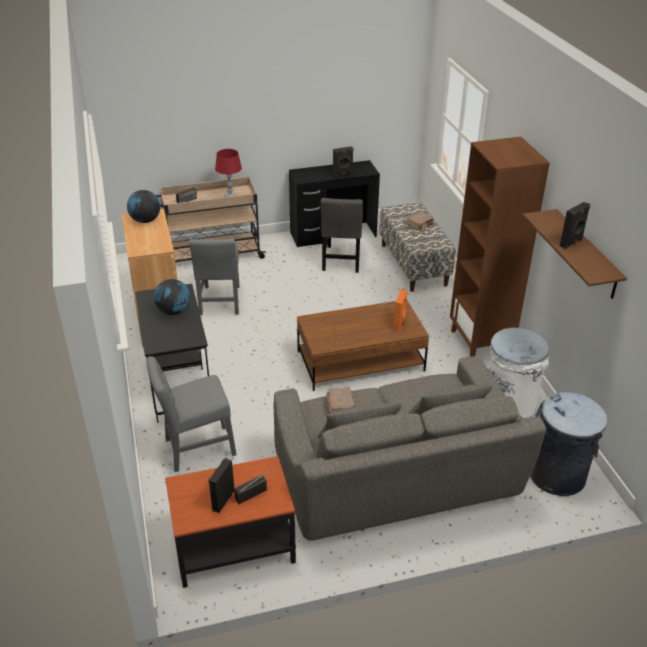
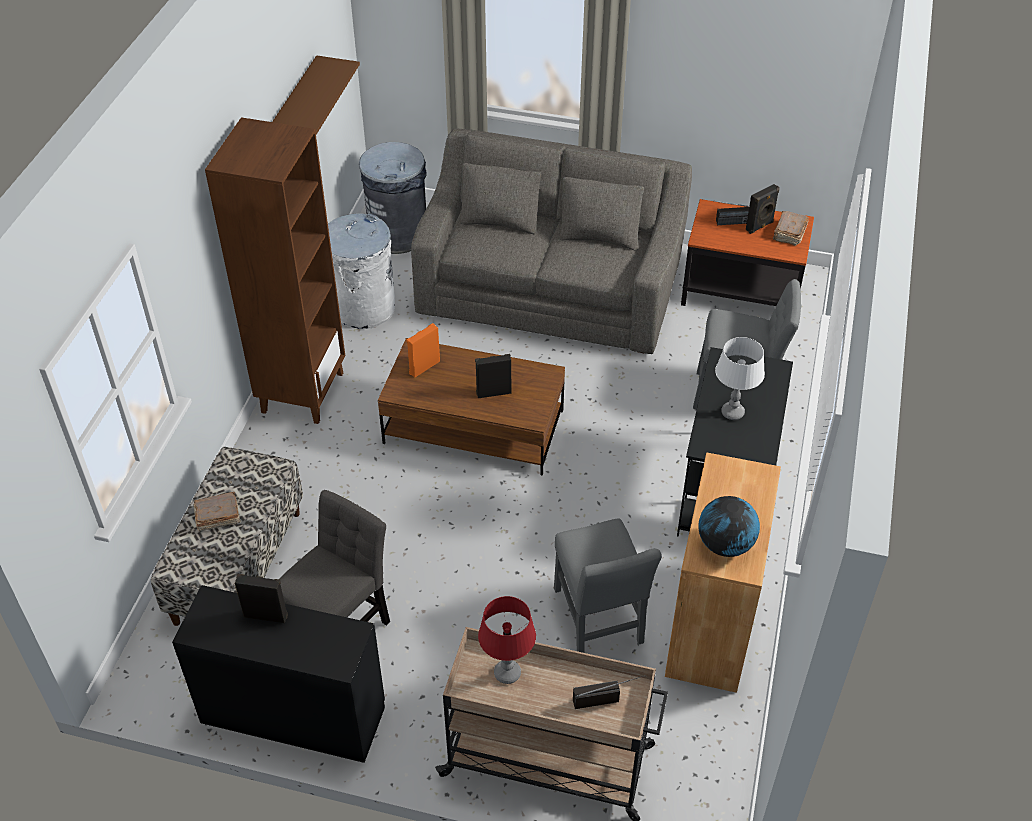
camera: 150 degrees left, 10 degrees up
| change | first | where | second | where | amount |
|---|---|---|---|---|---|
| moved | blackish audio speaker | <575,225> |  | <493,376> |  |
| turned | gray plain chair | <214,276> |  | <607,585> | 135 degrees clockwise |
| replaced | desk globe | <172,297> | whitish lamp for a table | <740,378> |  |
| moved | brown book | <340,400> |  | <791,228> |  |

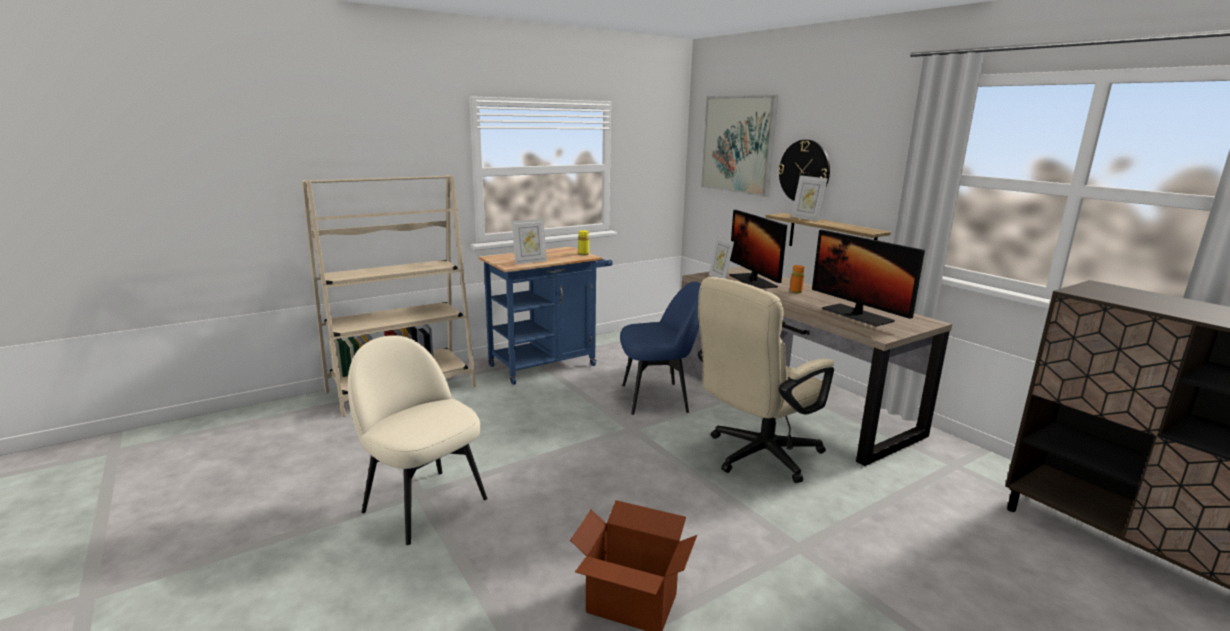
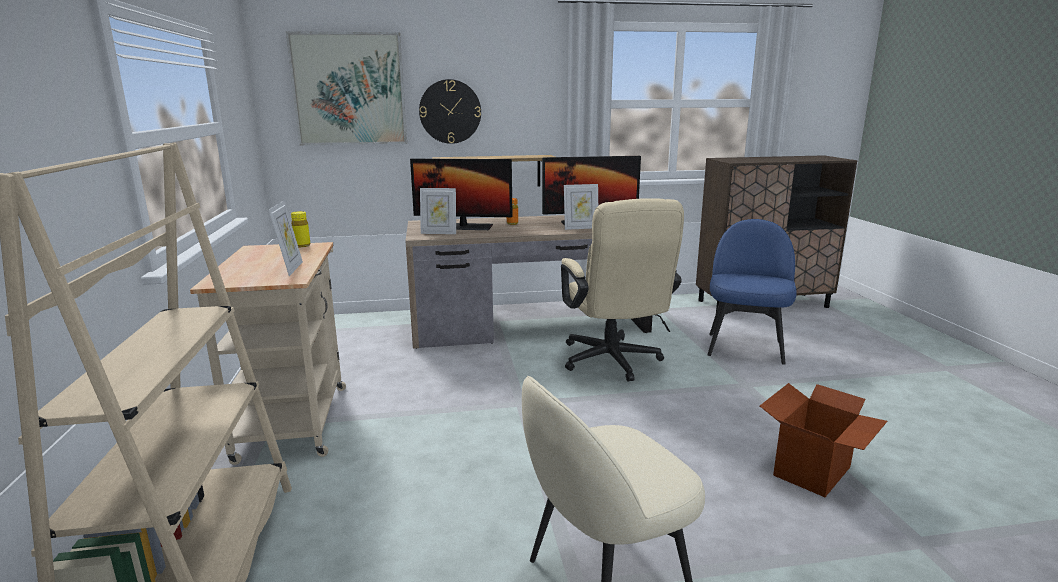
camera: 65 degrees left, 0 degrees up
| change | first | where | second | where | amount |
|---|---|---|---|---|---|
| recoloured | blue cart | <545,315> | sand-coloured cart | <268,353> |  |
| moved | standing frame | <809,198> |  | <581,207> |  |
| moved | blue plain chair | <660,348> |  | <752,292> |  |

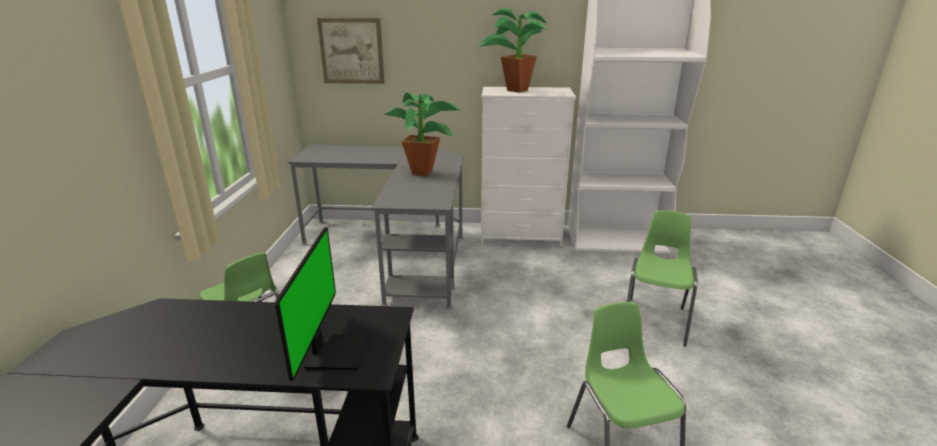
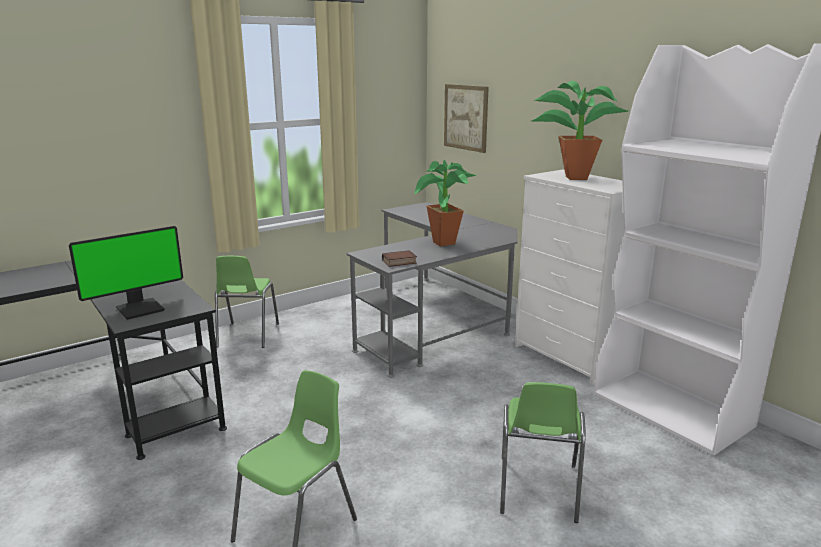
camera: 50 degrees right, 5 degrees down
| change | first | where | second | where | amount |
|---|---|---|---|---|---|
| added |  |  | book | <399,258> |  |
| turned | green plain chair | <662,278> |  | <543,452> | 120 degrees clockwise |

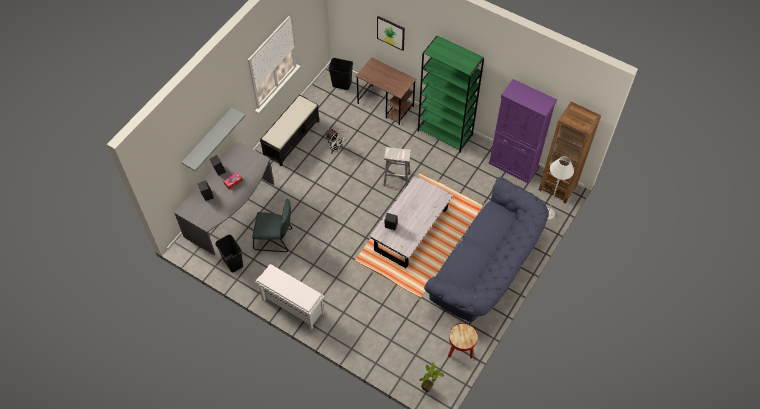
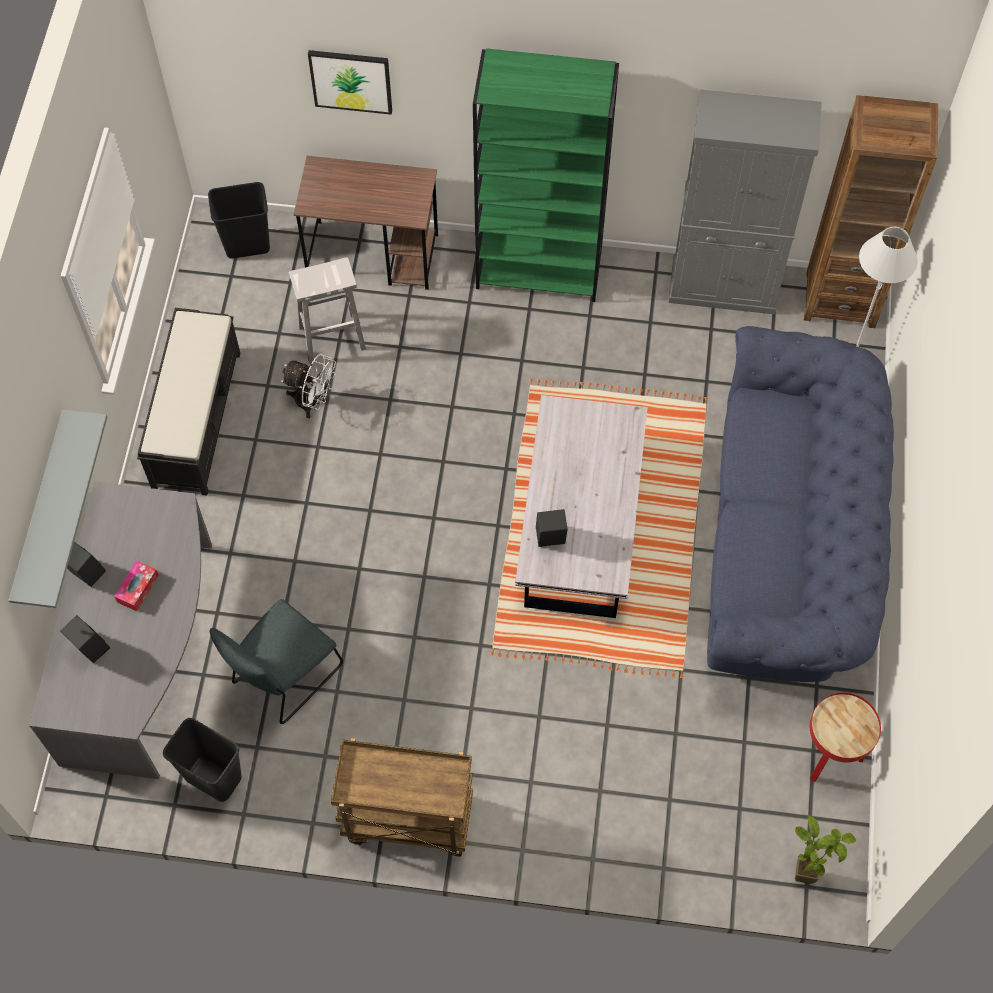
camera: 25 degrees left, 5 degrees up
| change | first | where | second | where | amount |
|---|---|---|---|---|---|
| turned | gray plain chair | <272,225> |  | <276,661> | 150 degrees clockwise |
| moved | whitish sitting stool | <397,167> |  | <327,310> |  |
| replaced | whitish bench | <290,297> | brown cart | <402,797> |  |
| recoloured | purple cabinet | <523,131> | gray cabinet | <745,201> |  |

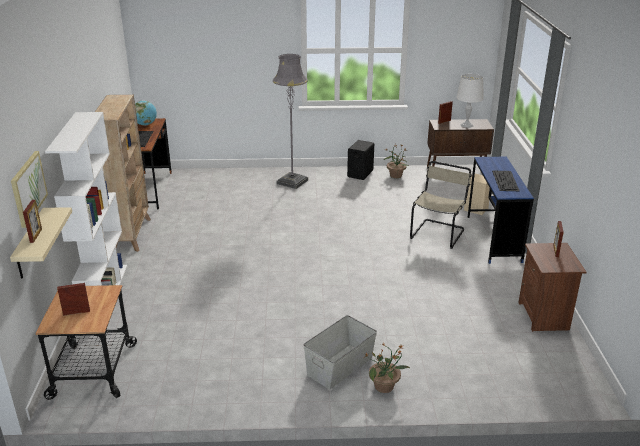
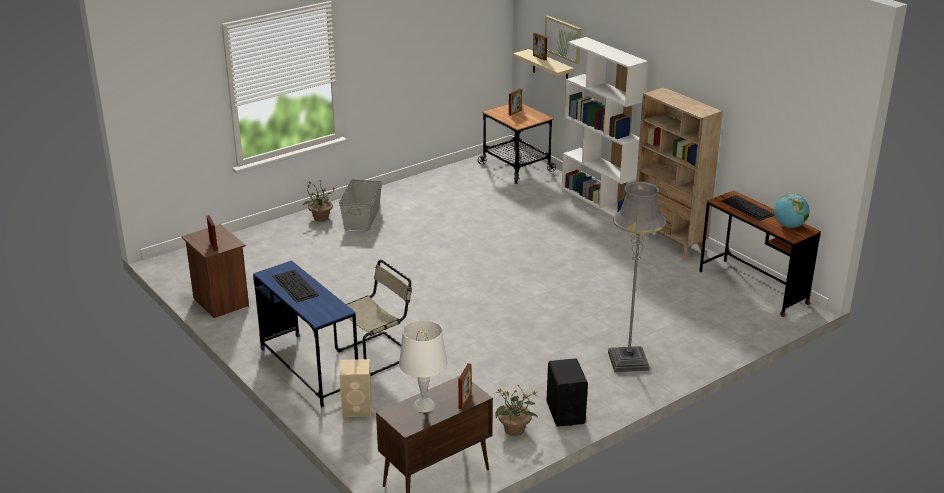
camera: 145 degrees right, 0 degrees up
| change | first | where | second | where | amount |
|---|---|---|---|---|---|
| turned | sand-coloured plain chair | <441,205> |  | <372,318> | 120 degrees counterclockwise |

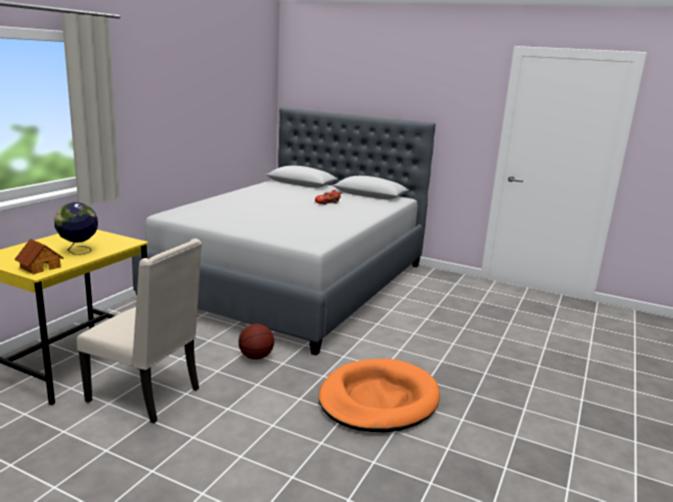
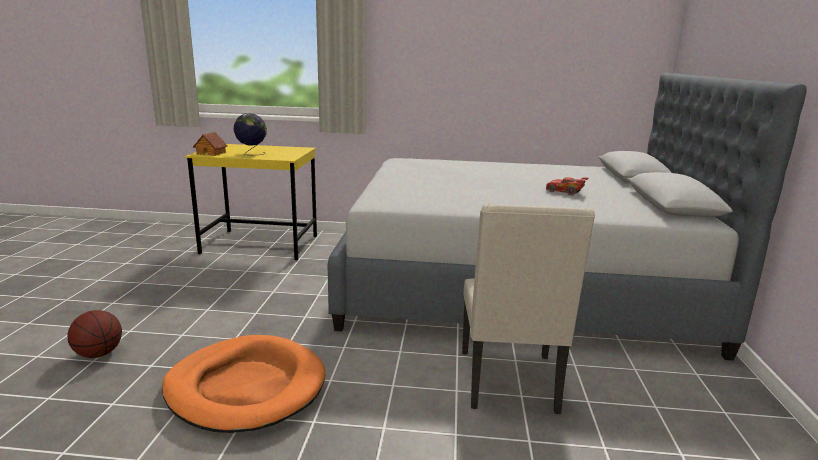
camera: 70 degrees right, 0 degrees up
| change | first | where | second | where | amount |
|---|---|---|---|---|---|
| moved | ball for basketball | <256,342> |  | <94,334> |  |
| moved | sand-coloured plain chair | <139,330> |  | <528,309> |  |

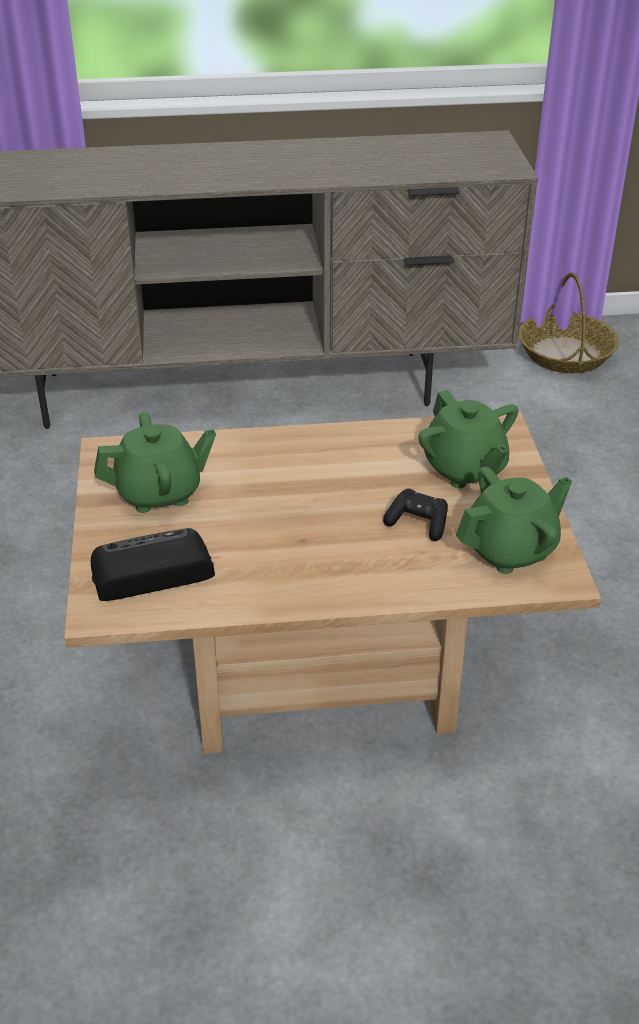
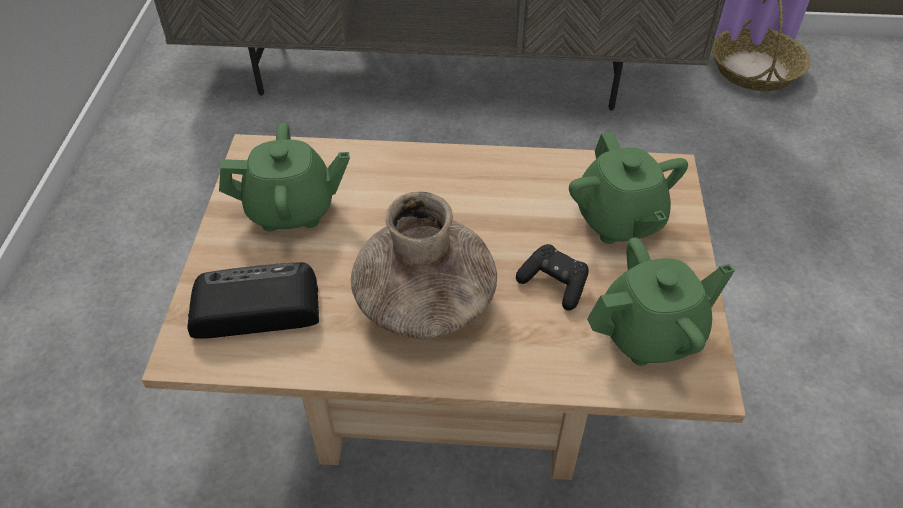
camera: 10 degrees right, 10 degrees up
| change | first | where | second | where | amount |
|---|---|---|---|---|---|
| added |  |  | brown decorative vase | <424,265> |  |

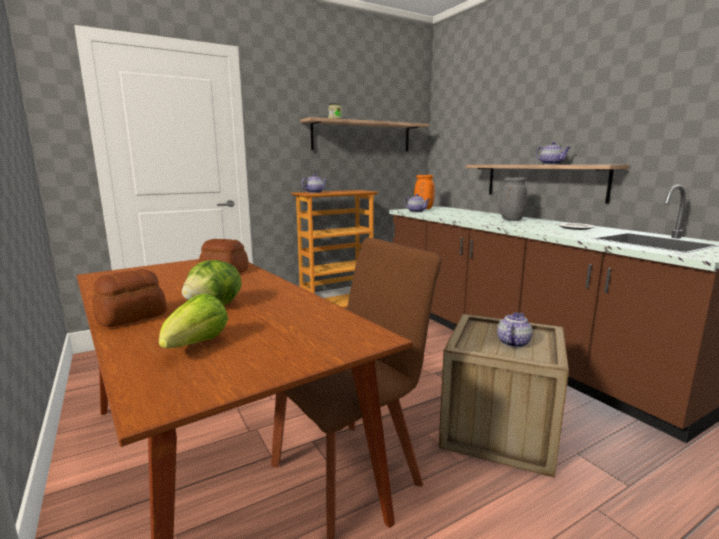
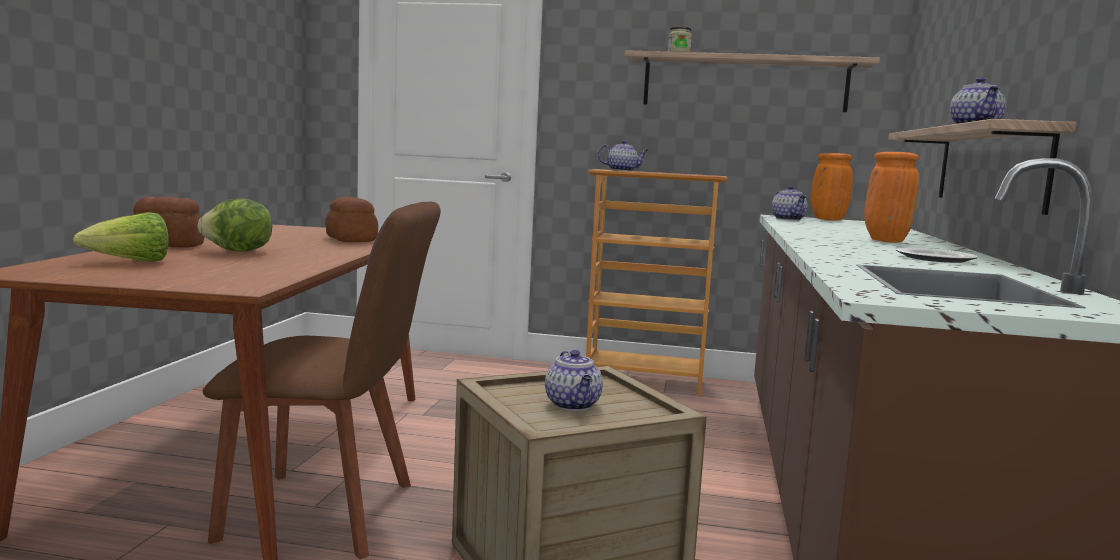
camera: 40 degrees right, 5 degrees down
| change | first | where | second | where | amount |
|---|---|---|---|---|---|
| turned | pot for tea | <515,330> |  | <574,380> | 90 degrees clockwise |
| recoloured | gray decorative vase | <514,199> | orangey decorative vase | <892,197> |  |

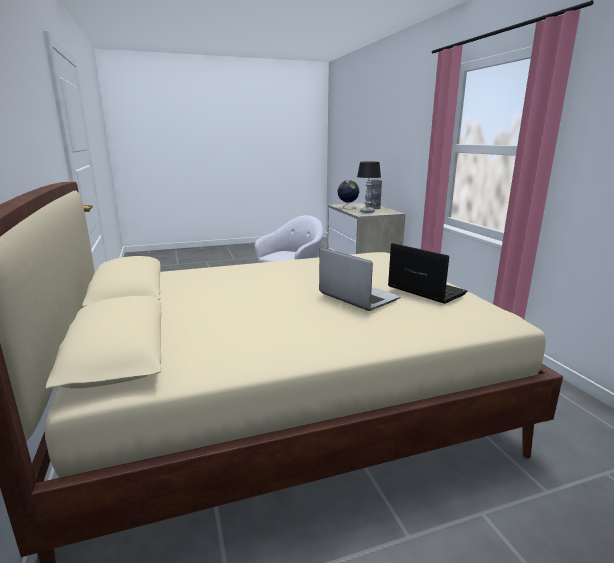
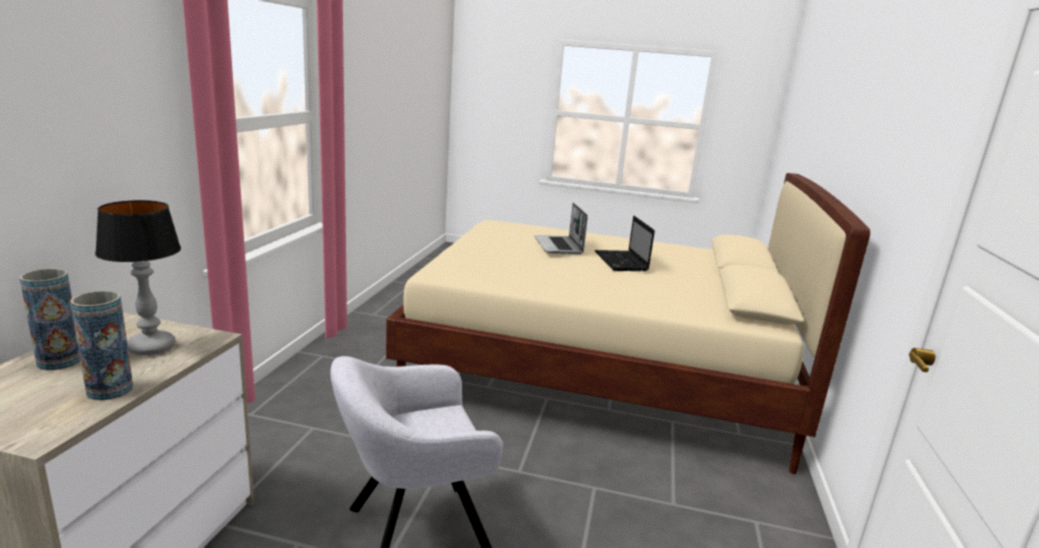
camera: 150 degrees left, 0 degrees up
| change | first | where | second | where | amount |
|---|---|---|---|---|---|
| replaced | desk globe | <348,194> | decorative vase | <101,345> |  |
| moved | portable computer | <427,273> |  | <625,243> |  |

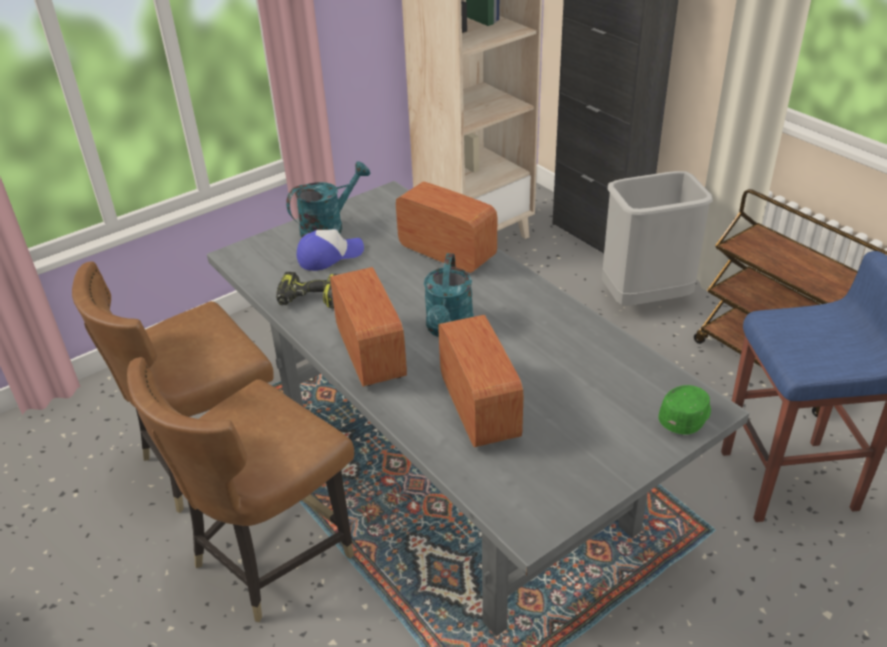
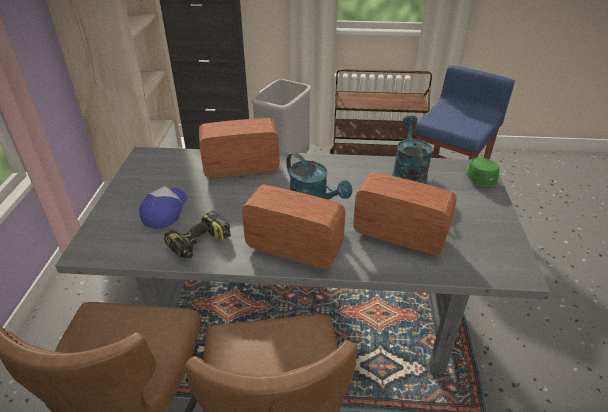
camera: 50 degrees left, 0 degrees up
| change | first | where | second | where | amount |
|---|---|---|---|---|---|
| moved | turquoise-coloured watering pot | <328,199> |  | <412,149> |  |

